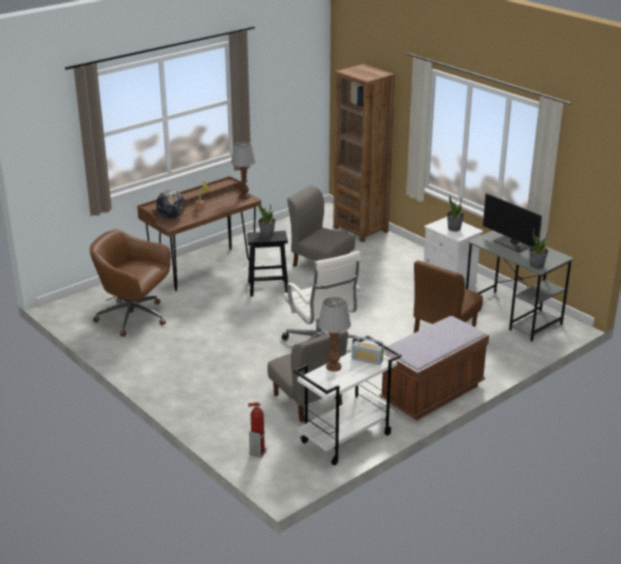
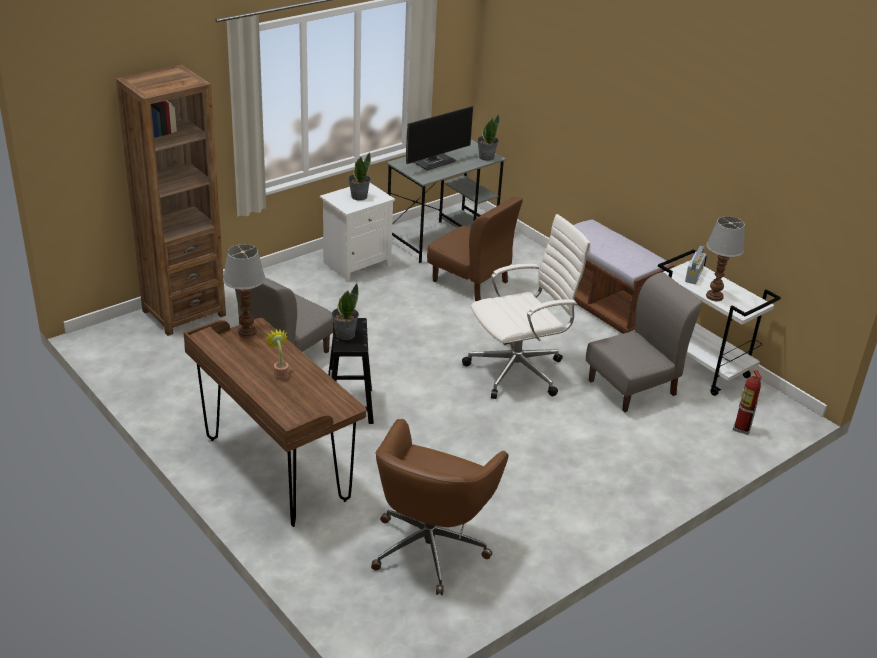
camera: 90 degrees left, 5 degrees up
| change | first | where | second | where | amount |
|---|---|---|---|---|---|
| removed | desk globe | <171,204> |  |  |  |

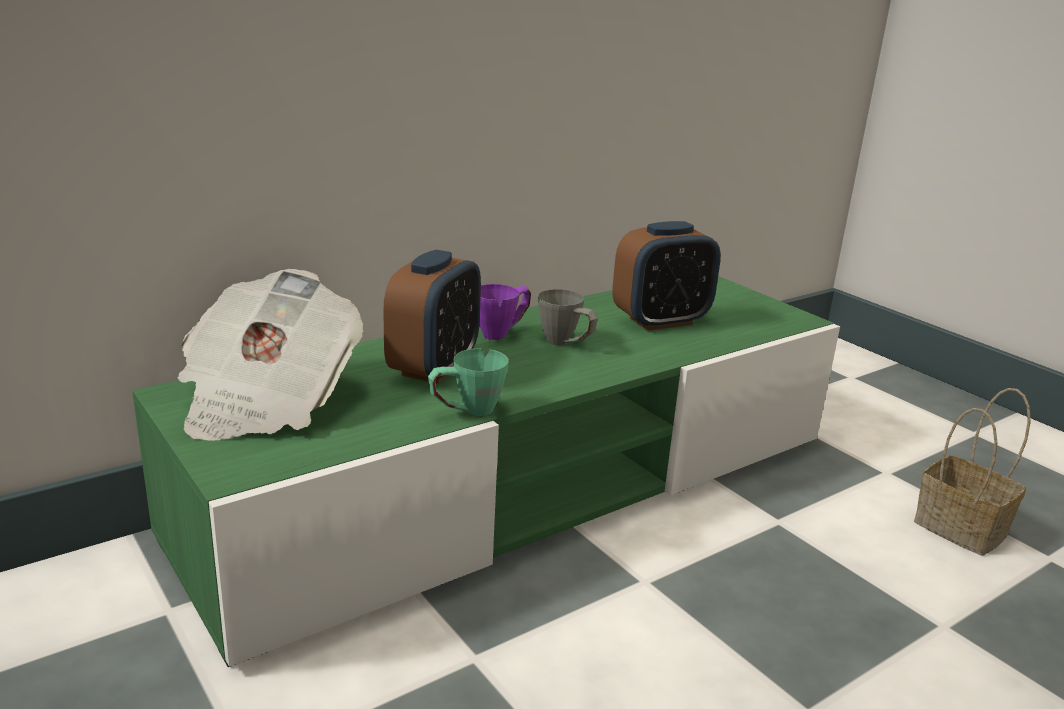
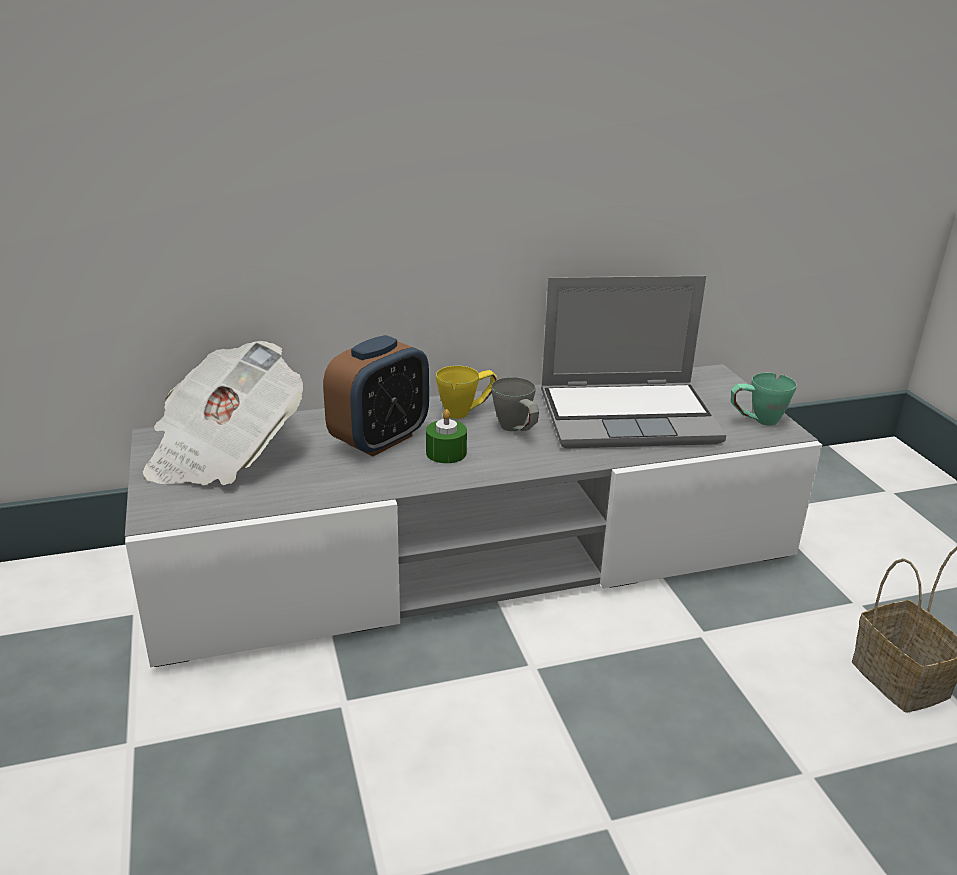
camera: 20 degrees right, 5 degrees up
| change | first | where | second | where | amount |
|---|---|---|---|---|---|
| recoloured | green tv stand | <486,471> | gray tv stand | <473,515> |  |
| added |  |  | green wax candle | <446,436> |  |
| recoloured | purple mug | <505,312> | yellow mug | <466,392> |  |
| replaced | alarm clock | <666,276> | portable computer | <633,362> |  |
| moved | green mug | <468,382> |  | <764,399> |  |

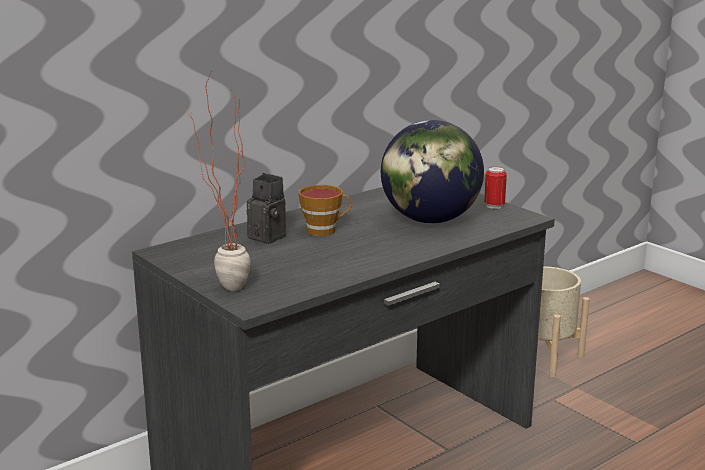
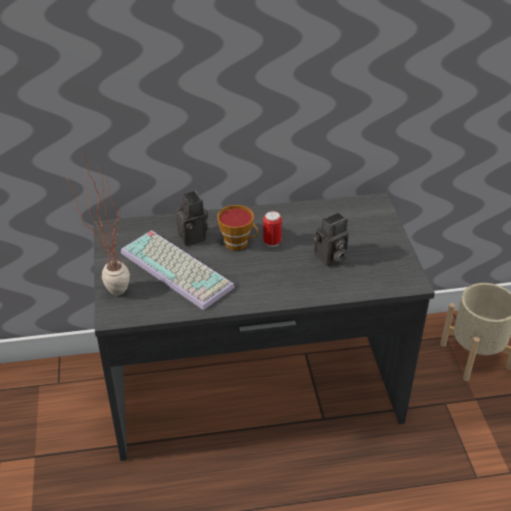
camera: 30 degrees right, 20 degrees up
| change | first | where | second | where | amount |
|---|---|---|---|---|---|
| added |  |  | computer keyboard | <178,270> |  |
| moved | metal can | <495,188> |  | <272,229> |  |
| replaced | desk globe | <432,172> | photo camera | <330,240> |  |

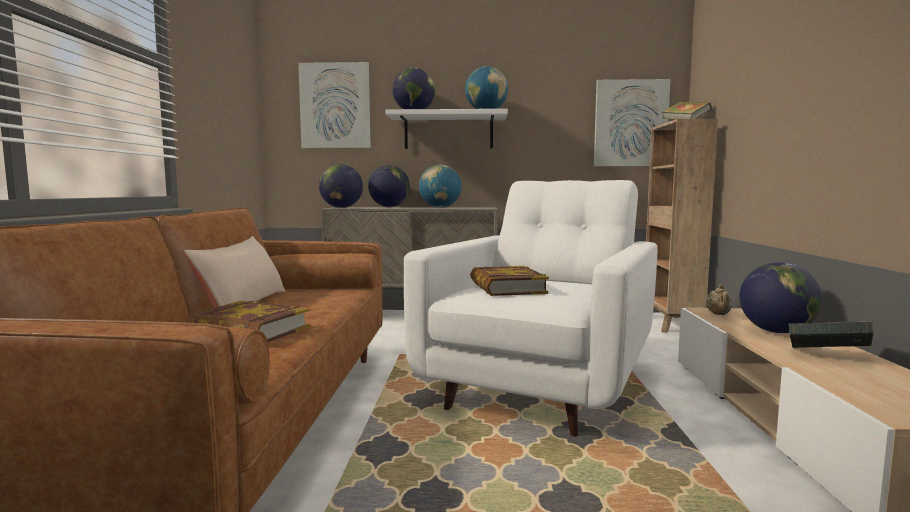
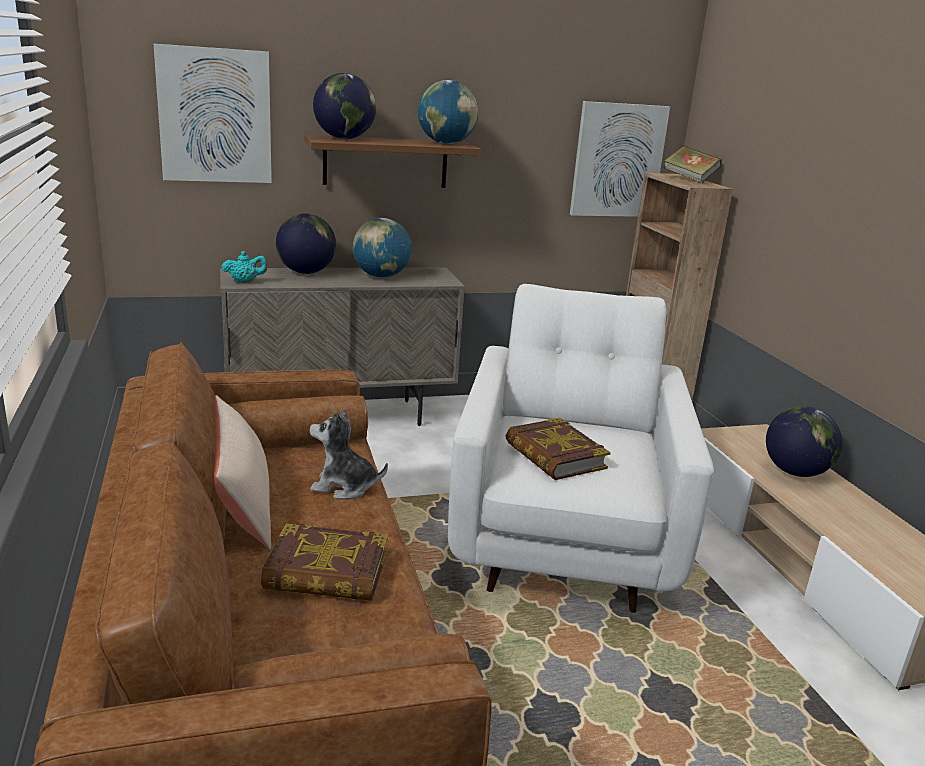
camera: 20 degrees left, 15 degrees up
| change | first | where | second | where | amount |
|---|---|---|---|---|---|
| replaced | desk globe | <341,186> | turquoise-coloured pot for tea | <245,267> |  |
| recoloured | whitish bracket shelf | <446,129> | brown bracket shelf | <393,161> |  |
| added |  |  | plush toy | <349,454> |  |
| removed | sand-coloured pot for tea | <719,300> |  |  |  |
| removed | book | <830,335> |  |  |  |

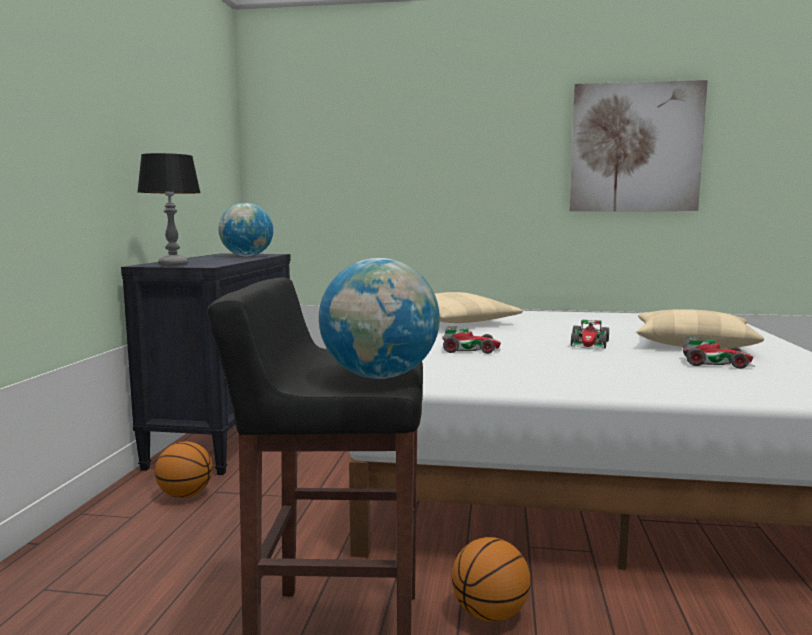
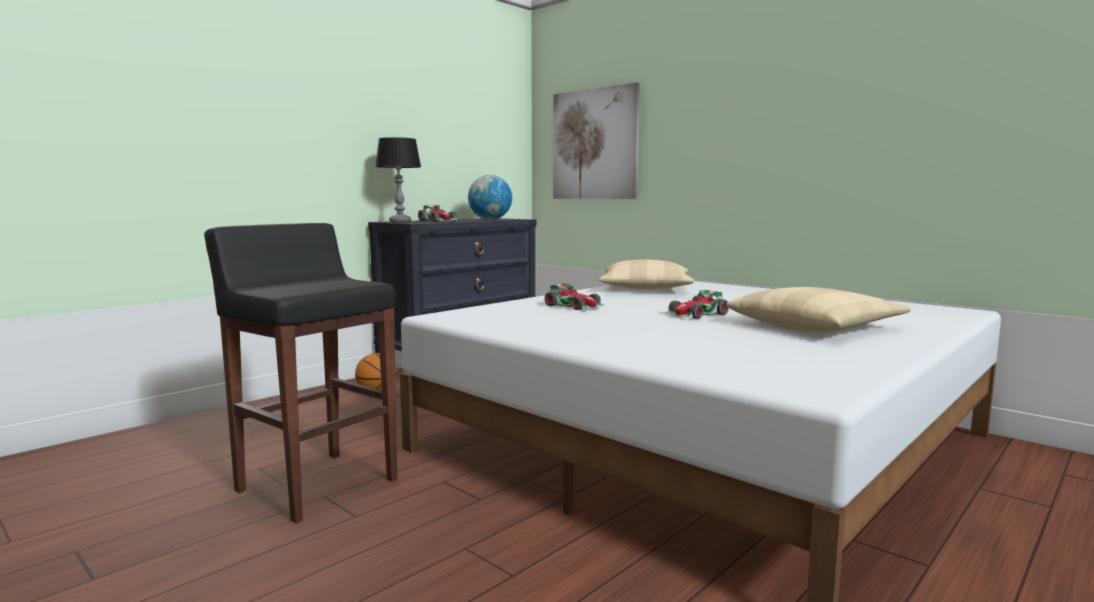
camera: 35 degrees right, 0 degrees up
| change | first | where | second | where | amount |
|---|---|---|---|---|---|
| moved | miniature car | <719,352> |  | <438,213> |  |
| moved | wall art | <638,145> |  | <596,140> |  |
| removed | desk globe | <379,318> |  |  |  |
| removed | ball for basketball | <491,579> |  |  |  |

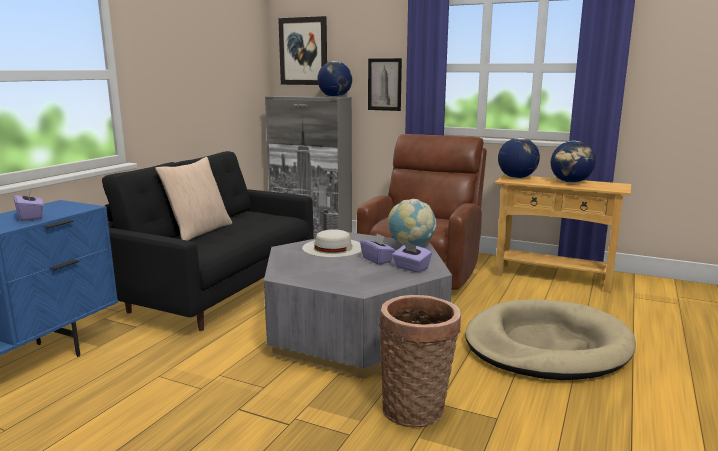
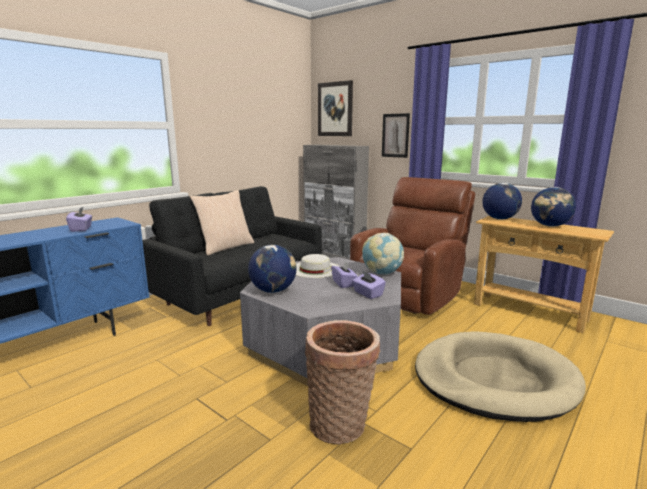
camera: 15 degrees right, 0 degrees up
| change | first | where | second | where | amount |
|---|---|---|---|---|---|
| moved | desk globe | <334,79> |  | <272,269> |  |

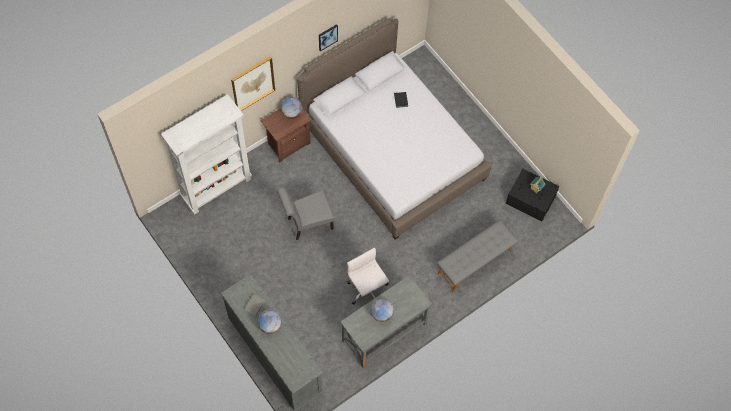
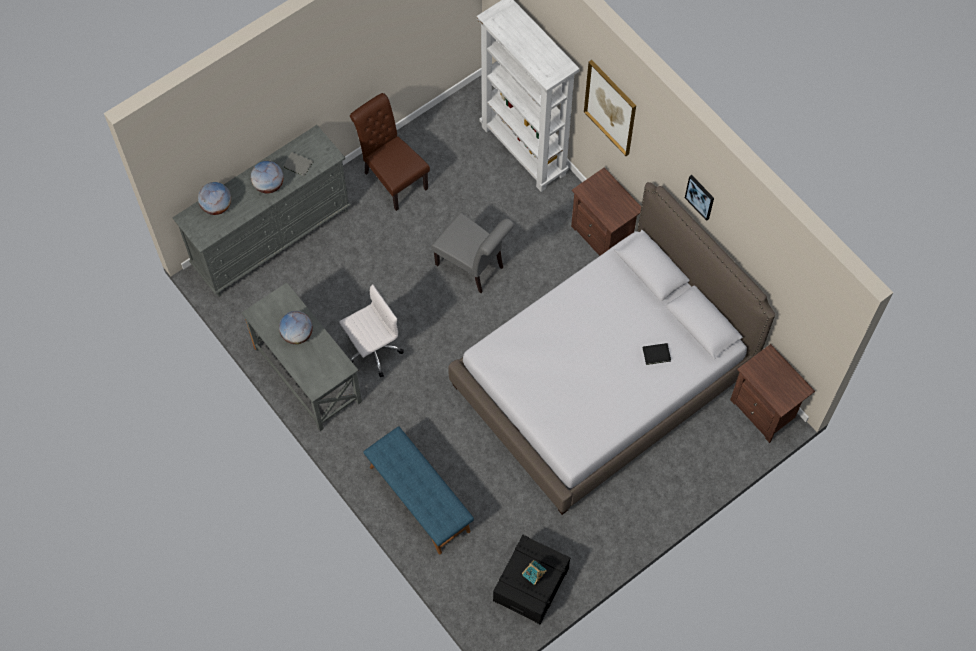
camera: 90 degrees right, 0 degrees up
| change | first | where | second | where | amount |
|---|---|---|---|---|---|
| moved | desk globe | <292,108> |  | <214,198> |  |
| added |  |  | brown plain chair | <390,152> |  |
| recoloured | gray bench | <478,256> | blue bench | <418,490> |  |
| turned | gray plain chair | <306,214> |  | <472,252> | 150 degrees clockwise |
| added |  |  | brown bedside table | <772,393> |  |

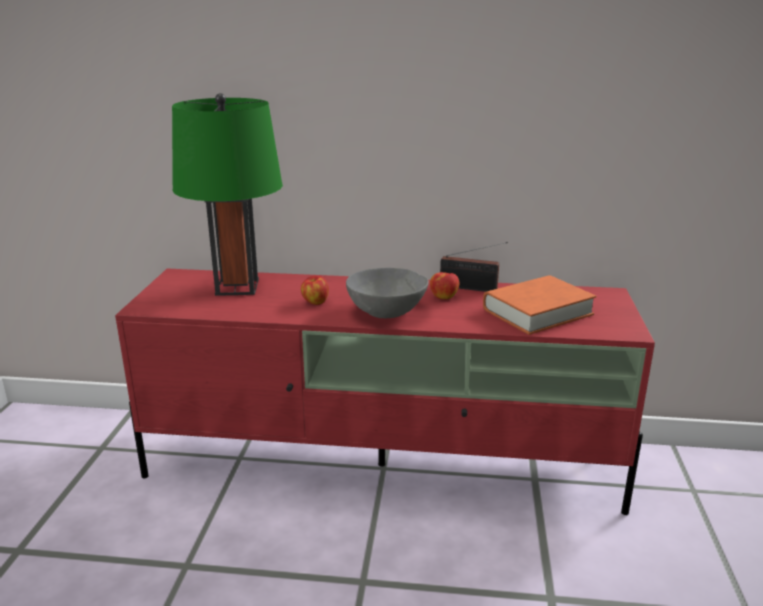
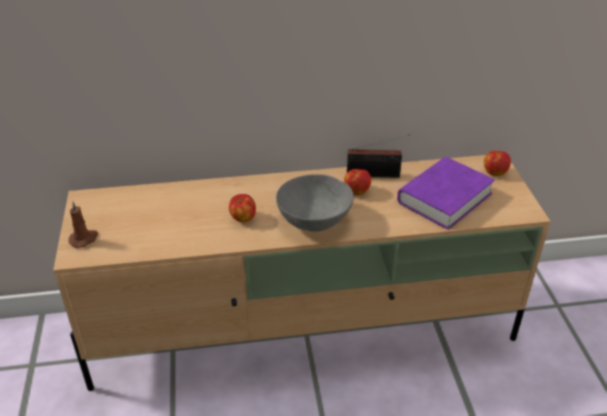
camera: 15 degrees left, 15 degrees up
| change | first | where | second | where | amount |
|---|---|---|---|---|---|
| recoloured | red-coloured tv stand | <385,392> | sand-coloured tv stand | <302,273> |  |
| added |  |  | brown wax candle | <83,225> |  |
| recoloured | orangey book | <539,305> | purple book | <446,193> |  |
| added |  |  | apple fruit | <497,163> |  |
| removed | green lamp for a table | <227,194> |  |  |  |

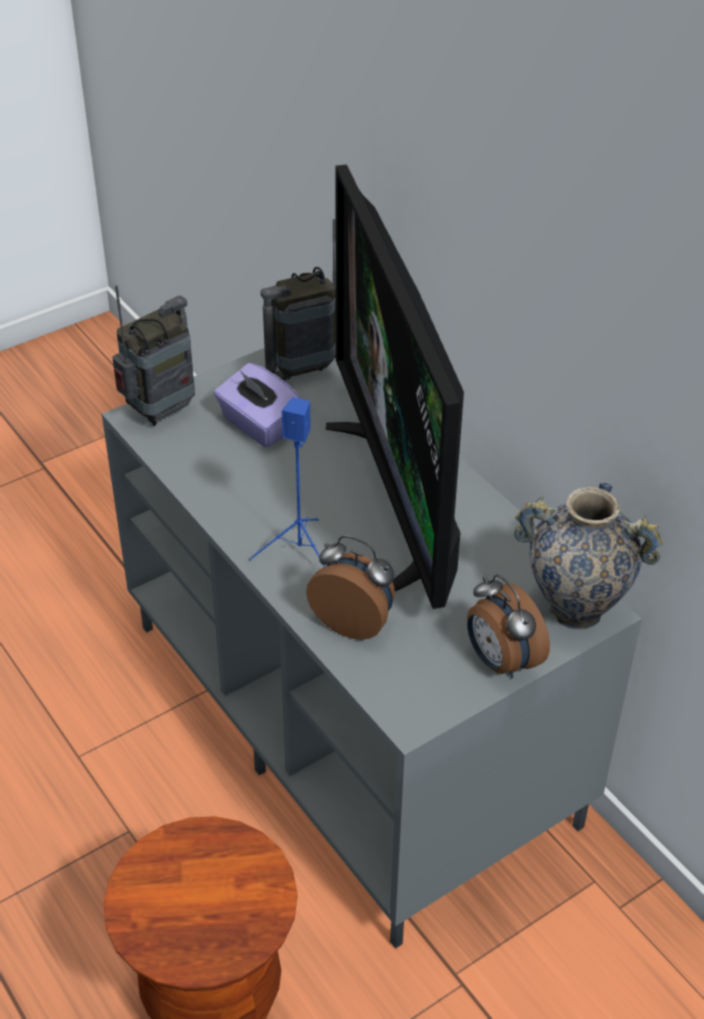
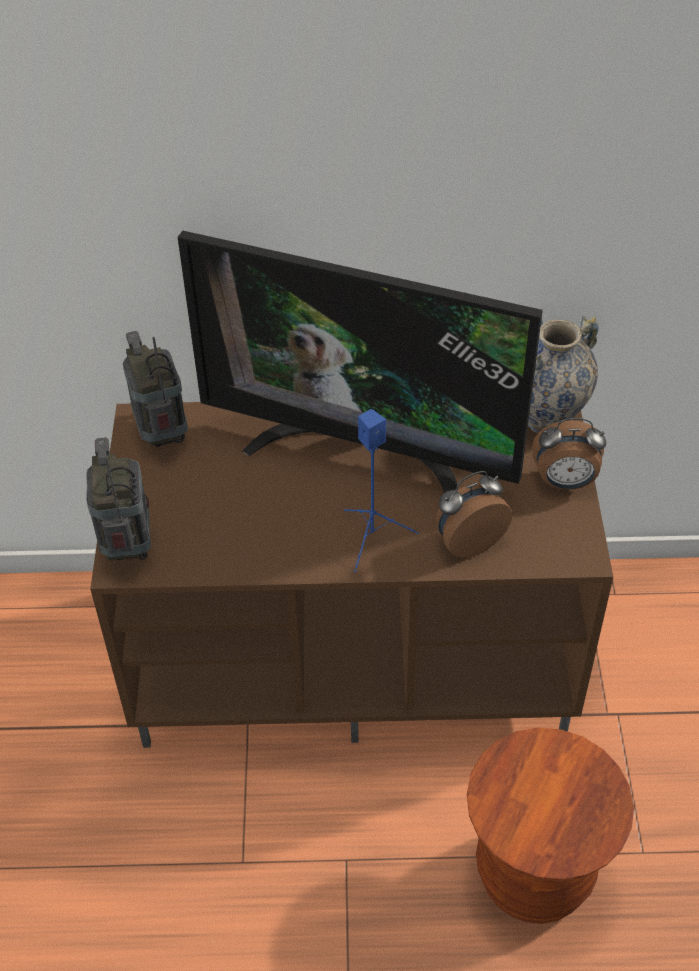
camera: 55 degrees left, 5 degrees up
| change | first | where | second | where | amount |
|---|---|---|---|---|---|
| recoloured | gray tv stand | <372,648> | brown tv stand | <351,575> |  |
| turned | radio | <298,300> |  | <155,389> | 150 degrees clockwise |
| removed | purple tissue holder | <258,405> |  |  |  |

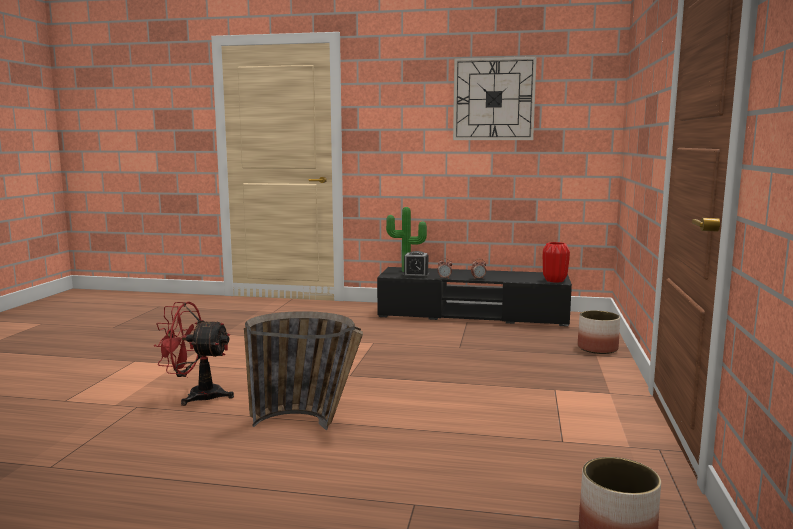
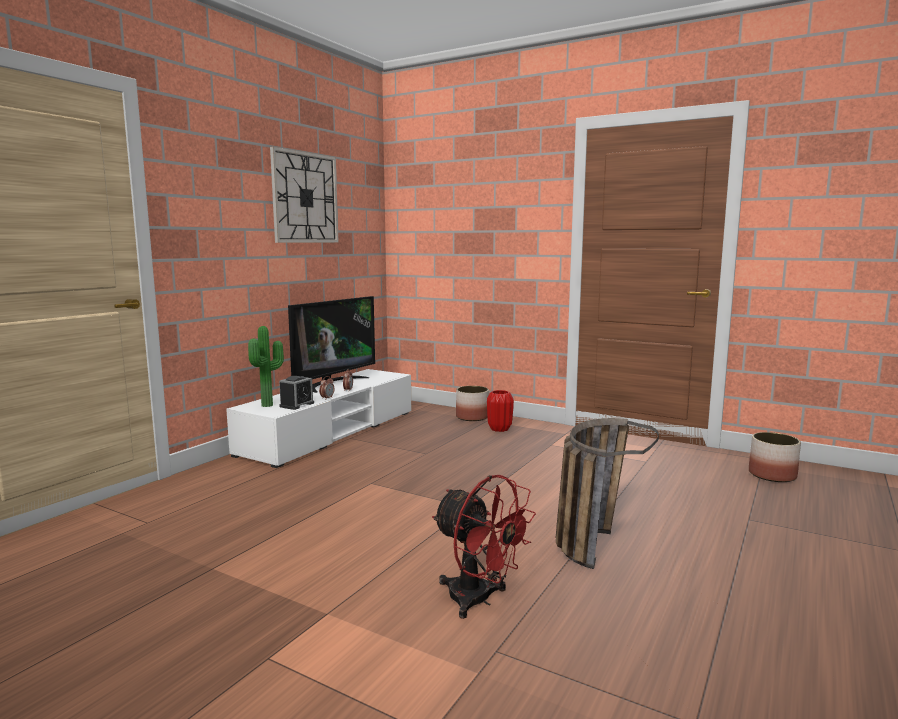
camera: 70 degrees left, 0 degrees up
| change | first | where | second | where | amount |
|---|---|---|---|---|---|
| recoloured | blackish tv stand | <474,297> | whitish tv stand | <318,418> |  |
| added |  |  | TV set | <331,344> |  |
| turned | red-coloured electric fan | <194,354> |  | <484,547> | 75 degrees counterclockwise |
| moved | red-coloured decorative vase | <556,262> |  | <500,411> |  |

